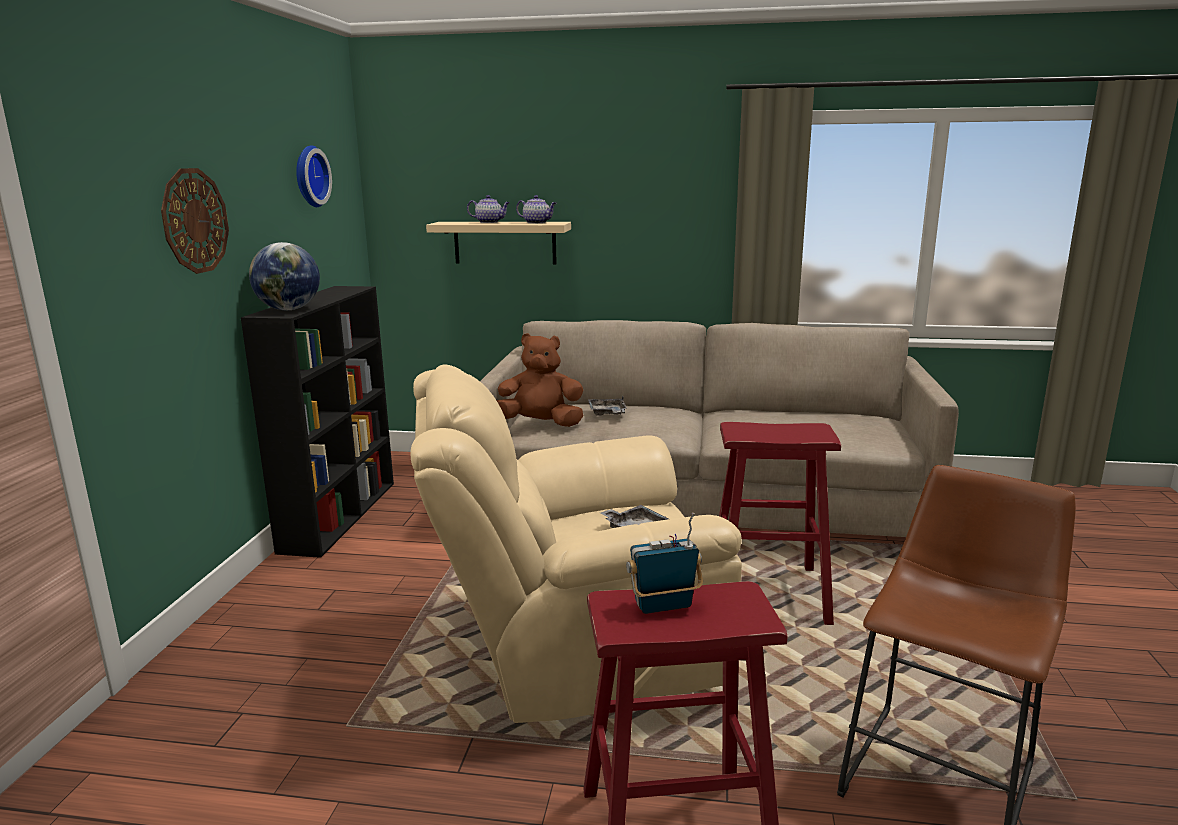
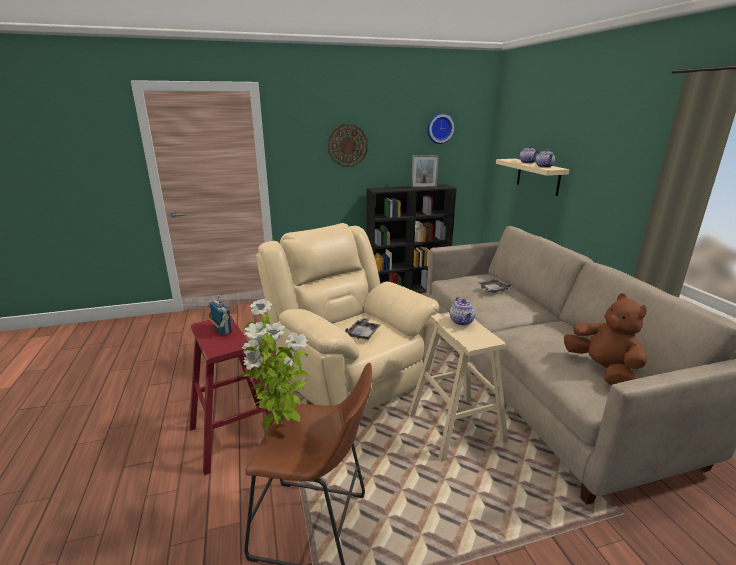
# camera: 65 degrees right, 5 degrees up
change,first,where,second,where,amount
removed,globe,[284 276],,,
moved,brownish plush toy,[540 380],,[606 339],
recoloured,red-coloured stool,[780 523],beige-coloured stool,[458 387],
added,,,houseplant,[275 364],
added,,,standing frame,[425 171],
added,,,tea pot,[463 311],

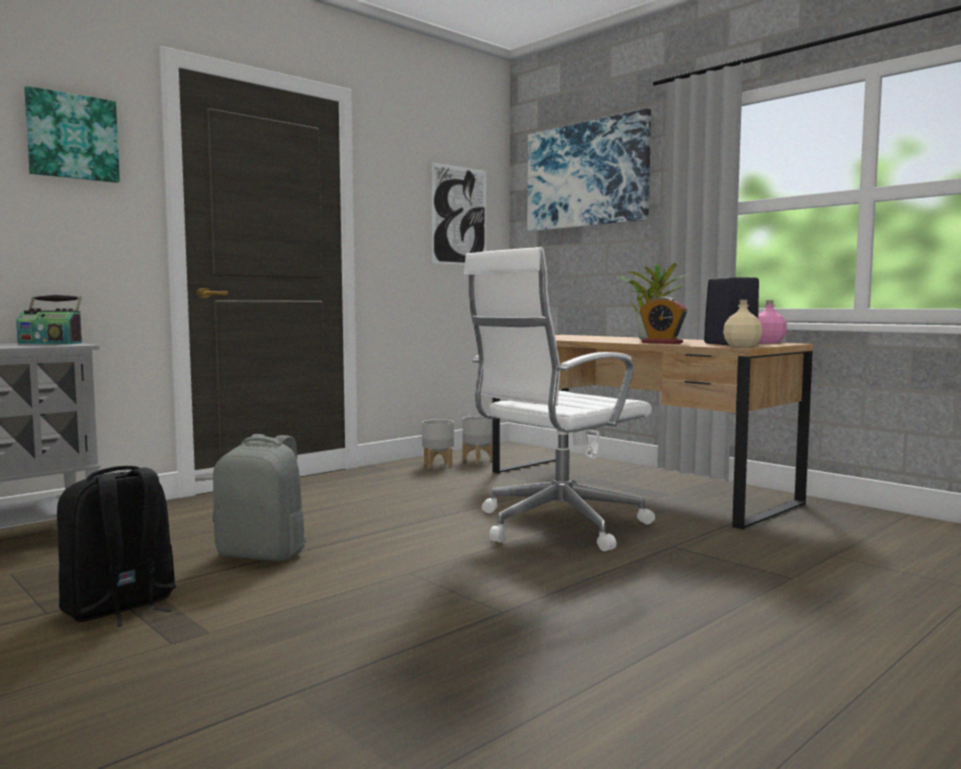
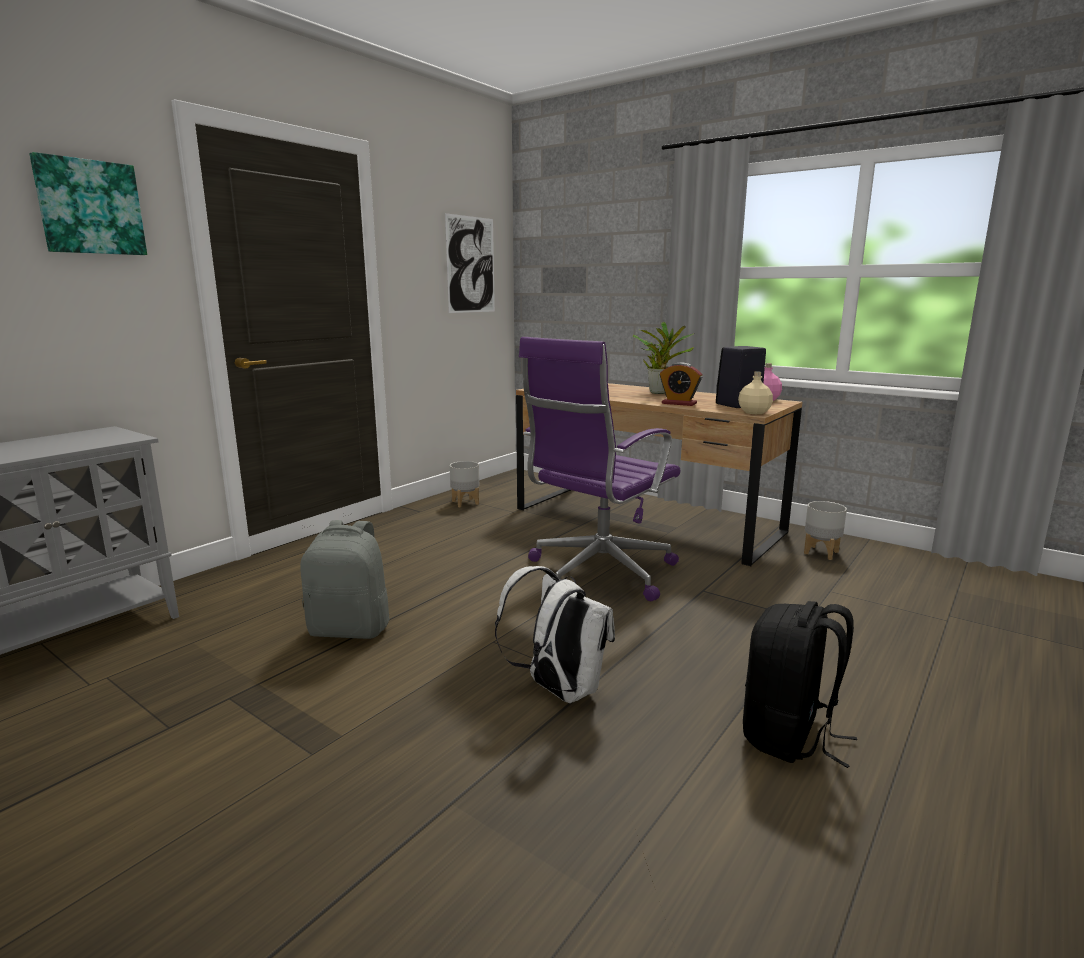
# camera: 10 degrees left, 10 degrees up
change,first,where,second,where,amount
removed,radio set,[49 319],,,
moved,black knapsack,[116 546],,[800 684],
moved,gray planter,[477 440],,[825 530],
recoloured,white-coloured office chair,[559 399],purple-coloured office chair,[600 469],
removed,picture,[589 169],,,
added,,,white-coloured knapsack,[555 634],

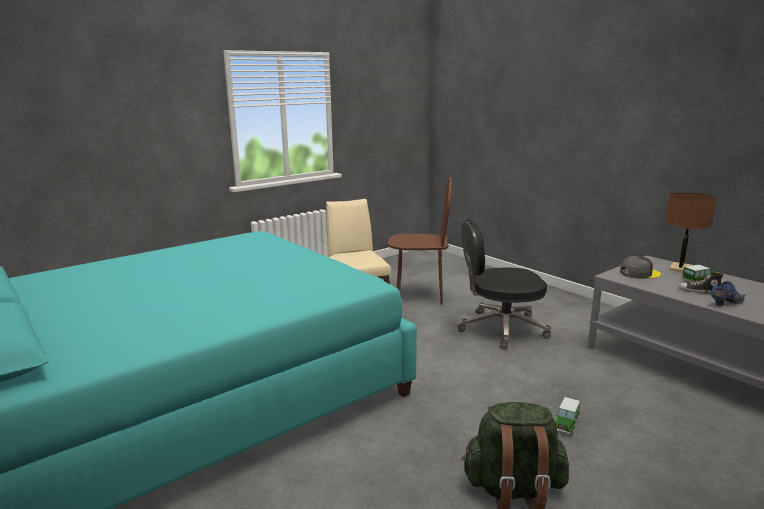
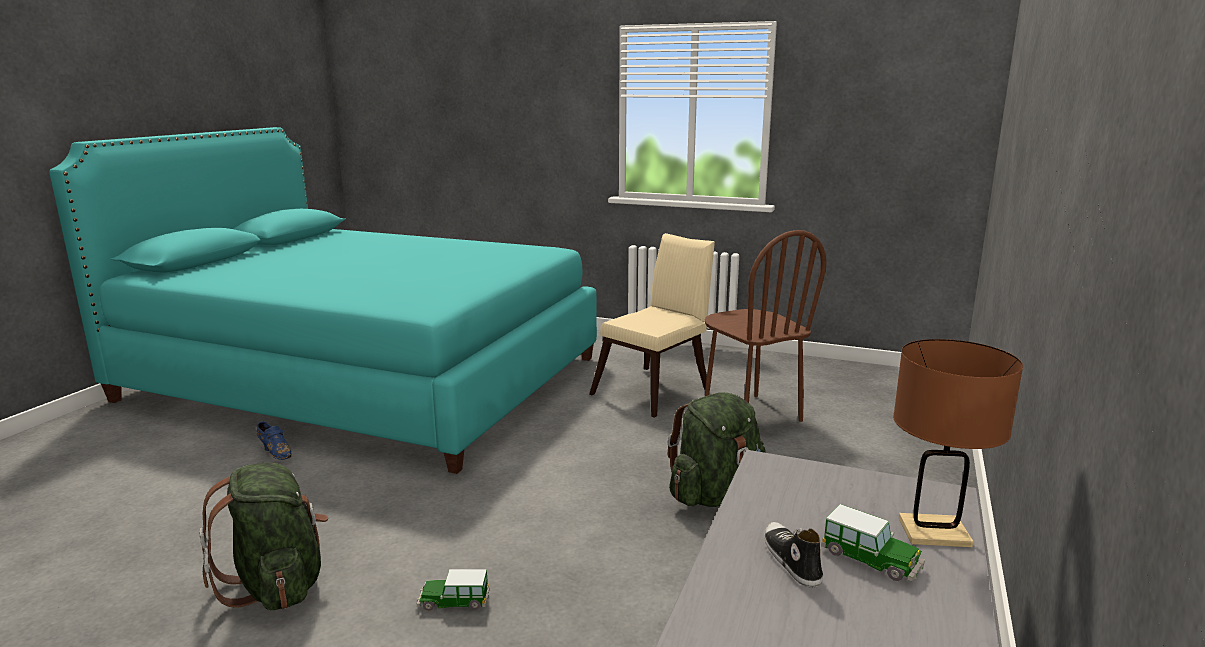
# camera: 60 degrees right, 0 degrees up
change,first,where,second,where,amount
replaced,black office chair,[504 284],green-coloured knapsack,[716 449],
removed,gray peaked cap,[640 267],,,
moved,bluish low shoe,[728 293],,[274 440],

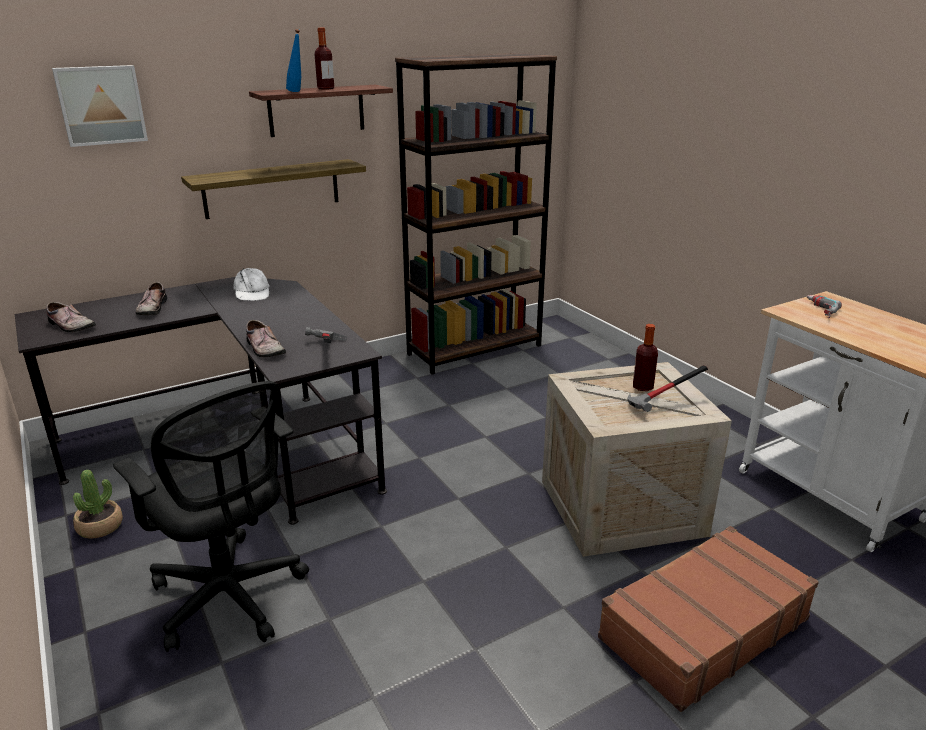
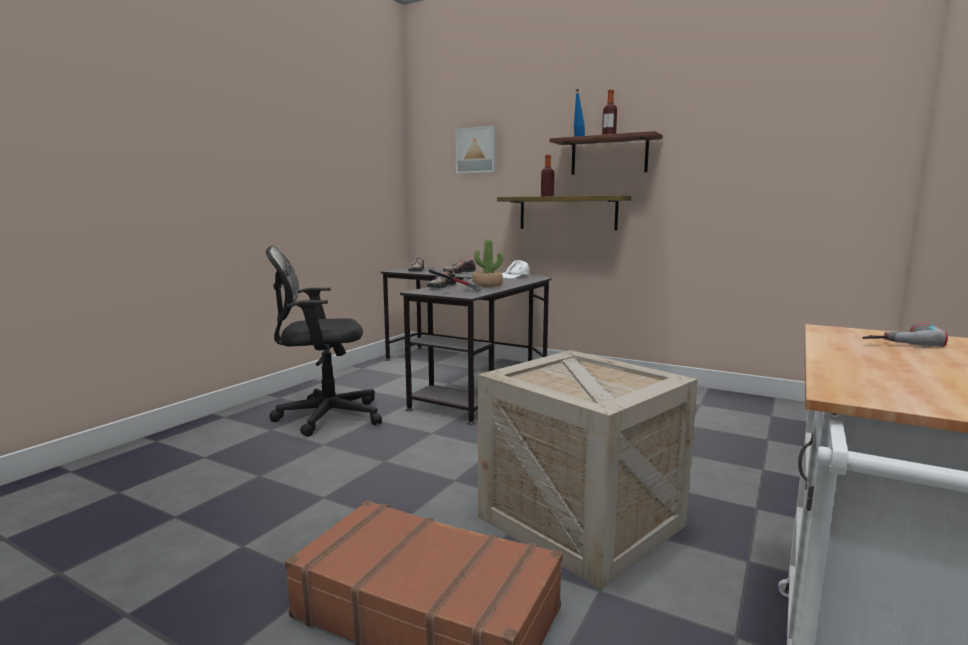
# camera: 60 degrees right, 15 degrees down
change,first,where,second,where,amount
moved,houseplant,[98 504],,[487 263],
turned,black office chair,[211 516],,[324 341],60 degrees clockwise
removed,brownish shelving unit,[476 213],,,
removed,tool hammer,[668 388],,,
moved,beverage bottle,[645 357],,[547 175],

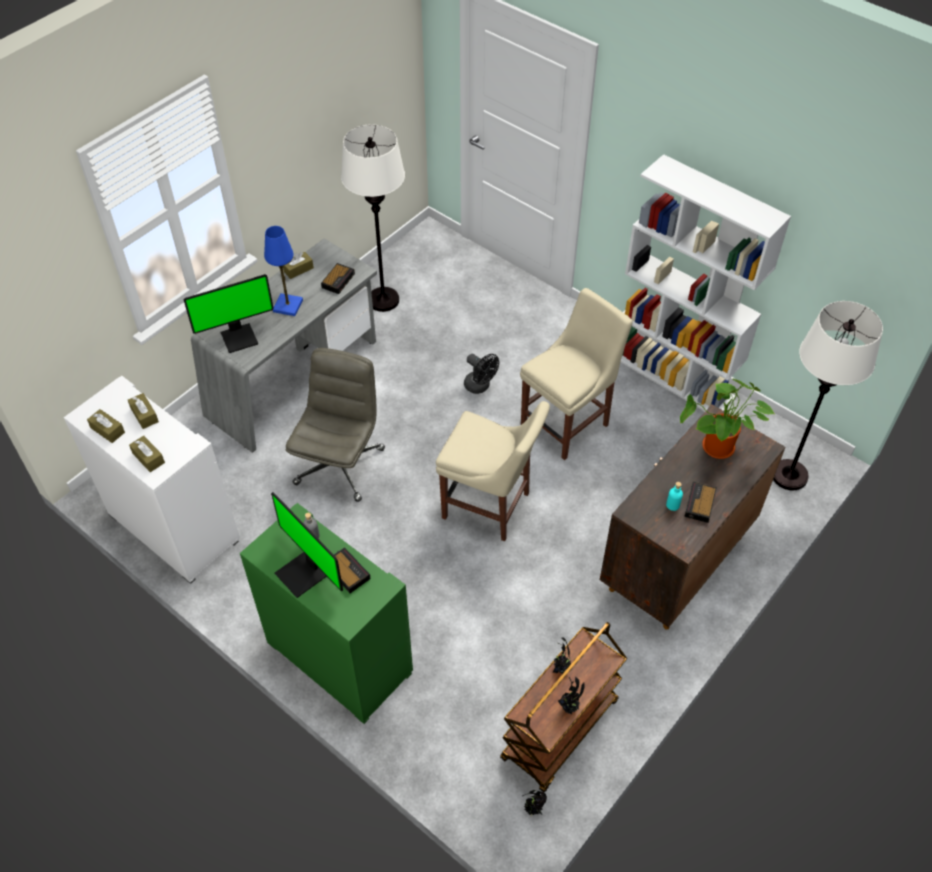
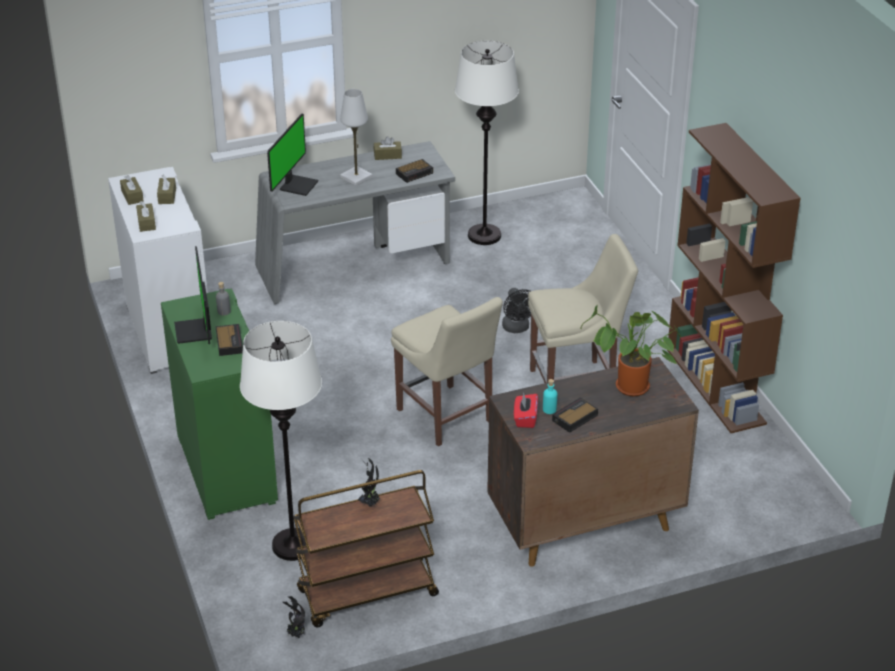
# camera: 30 degrees right, 15 degrees down
change,first,where,second,where,amount
turned,monitor,[229 313],,[293 155],75 degrees counterclockwise
recoloured,bluish tabletop lamp,[283 271],white-coloured tabletop lamp,[356 137],
removed,gray office chair,[335 425],,,
removed,houseplant,[571 695],,,
recoloured,white-coloured shelving unit,[706 282],brownish shelving unit,[734 278],
moved,white-coloured floor lamp,[828 395],,[281 441],
added,,,red-coloured box of tissues,[526 410],

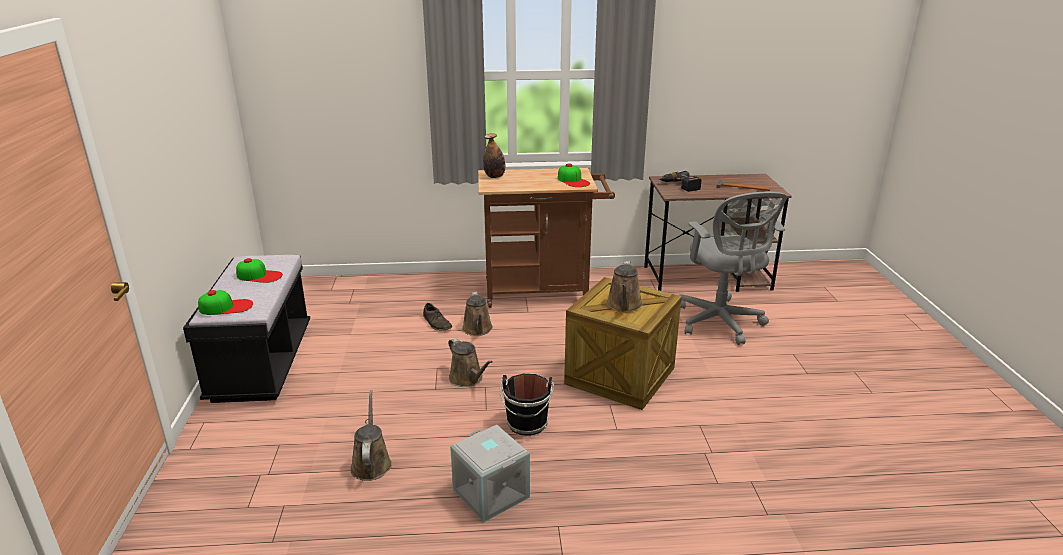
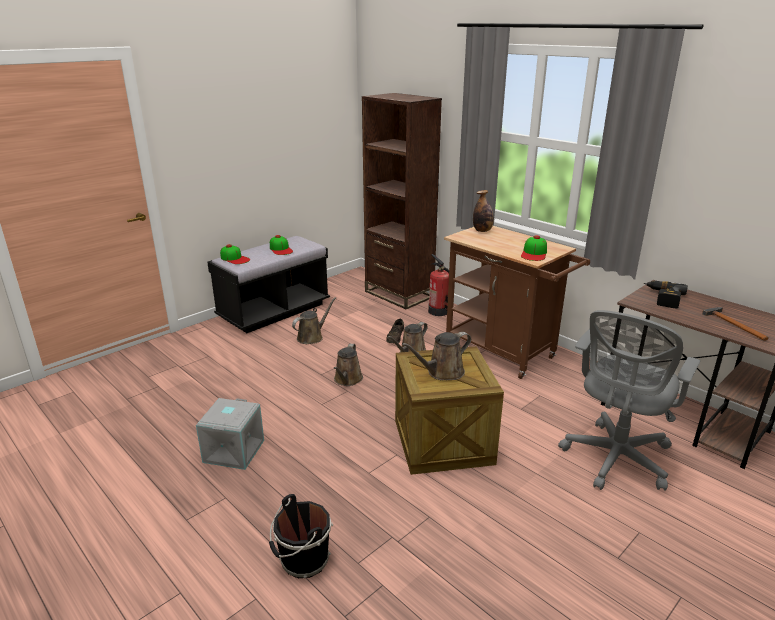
# camera: 50 degrees right, 0 degrees up
change,first,where,second,where,amount
moved,brownish sprinkling can,[371 435],,[314 320],
moved,black water bucket,[527 405],,[301 536],
added,,,brownish shelving unit,[402 201],
added,,,extinguisher,[438 285],

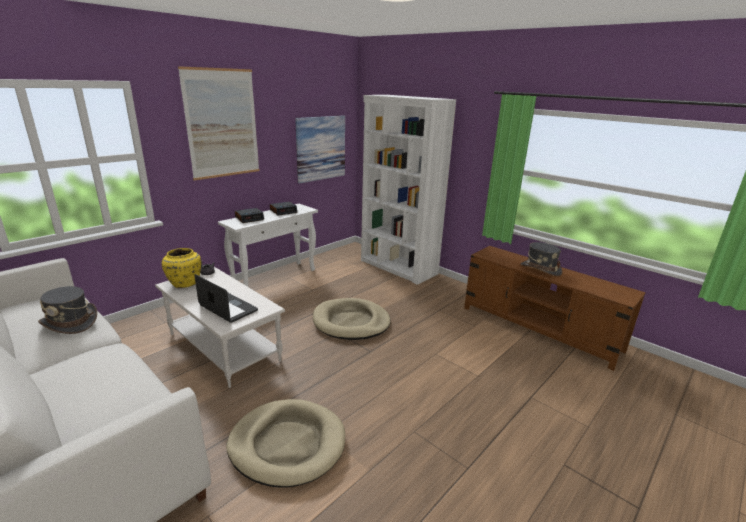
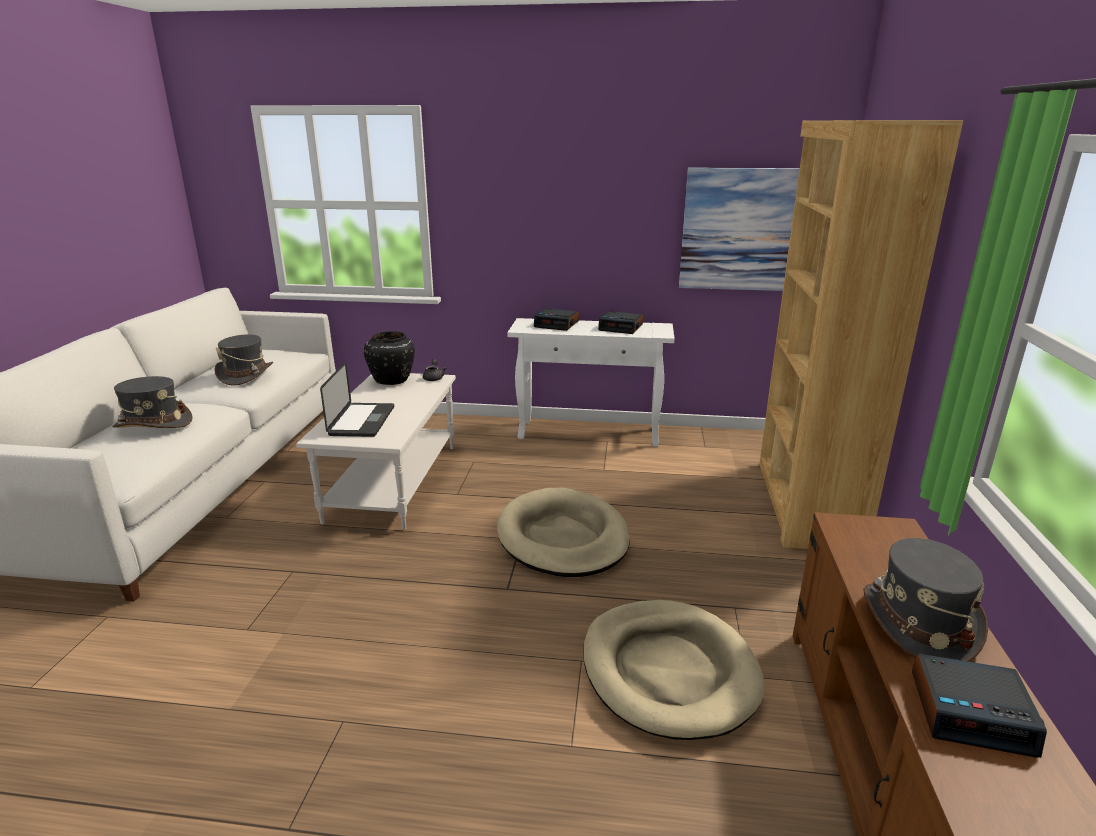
# camera: 55 degrees right, 0 degrees up
change,first,where,second,where,amount
recoloured,yellow-coloured flower vase,[181 268],black flower vase,[389 358],
removed,picture,[218 123],,,
moved,beige-coloured dog bed,[285 443],,[674 670],
recoloured,white-coloured shelving unit,[408 190],brownish shelving unit,[861 334],
added,,,gray clothing hat,[152 402],
added,,,bedside clock,[979 705],

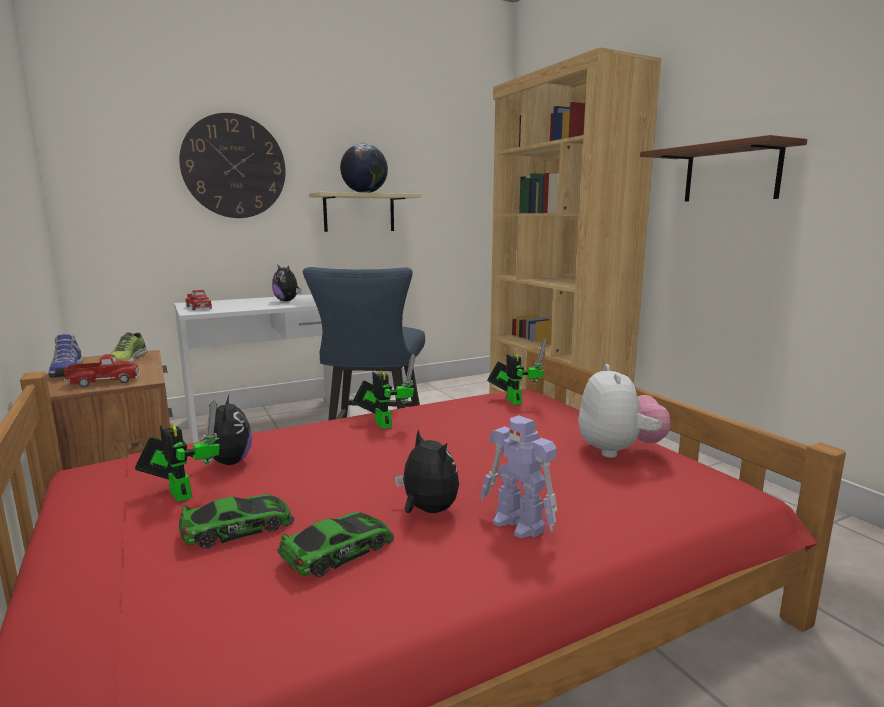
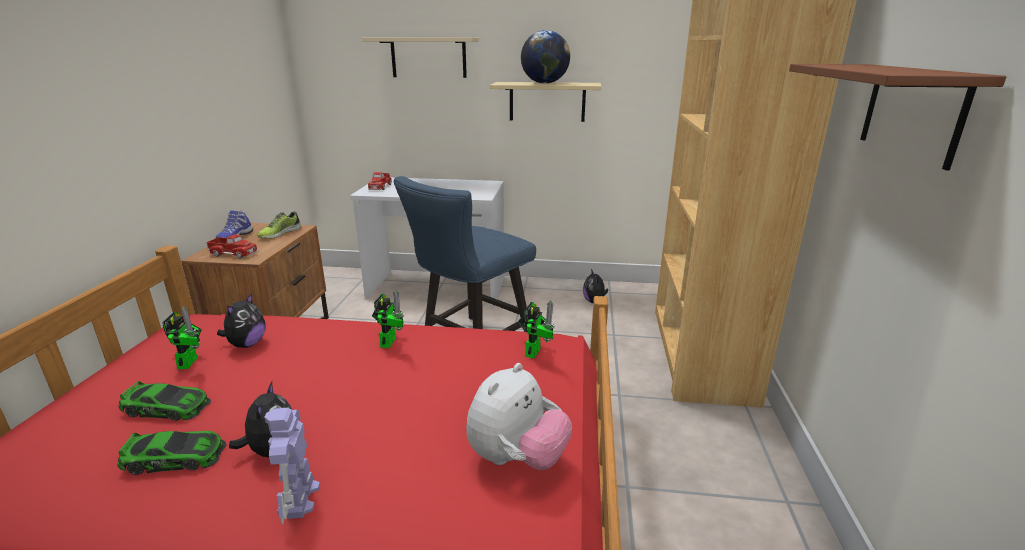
# camera: 35 degrees right, 10 degrees up
change,first,where,second,where,amount
replaced,hanging clock,[232 165],beige-coloured wall shelf,[420 57],
moved,plush toy,[287 282],,[595 286],

